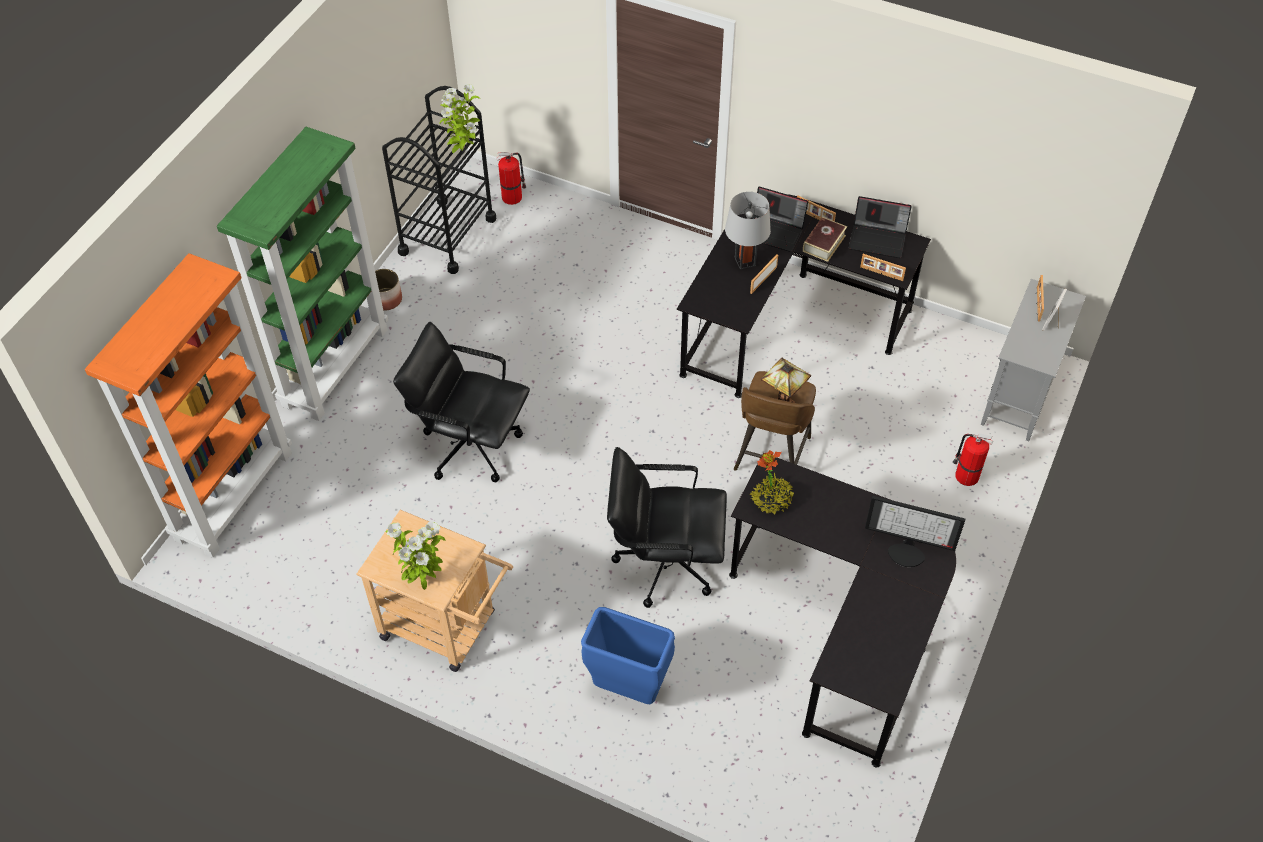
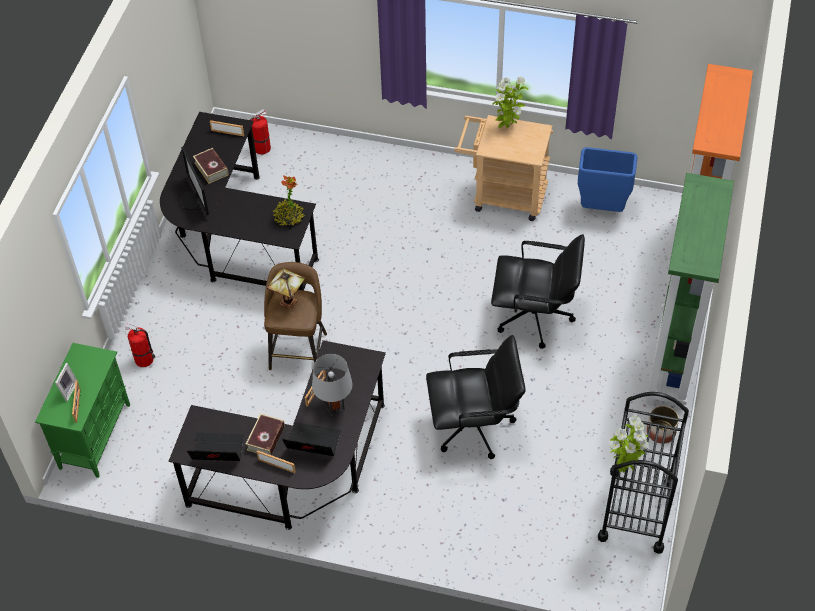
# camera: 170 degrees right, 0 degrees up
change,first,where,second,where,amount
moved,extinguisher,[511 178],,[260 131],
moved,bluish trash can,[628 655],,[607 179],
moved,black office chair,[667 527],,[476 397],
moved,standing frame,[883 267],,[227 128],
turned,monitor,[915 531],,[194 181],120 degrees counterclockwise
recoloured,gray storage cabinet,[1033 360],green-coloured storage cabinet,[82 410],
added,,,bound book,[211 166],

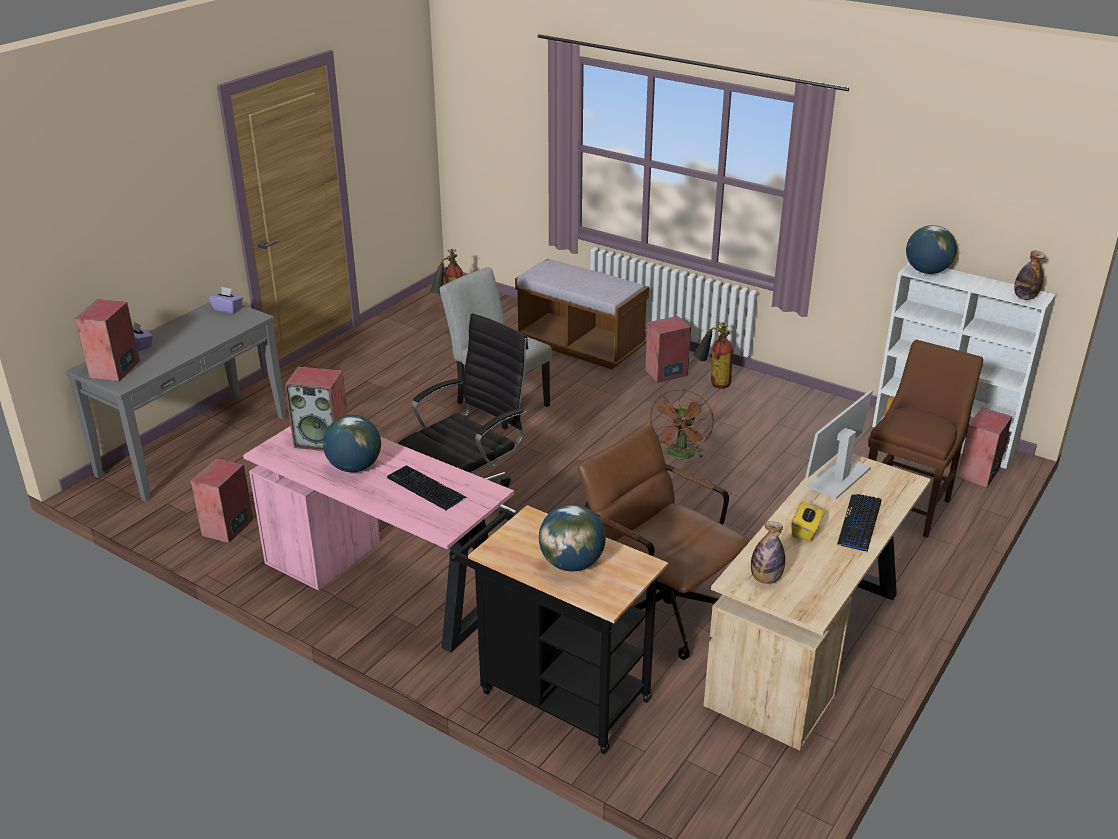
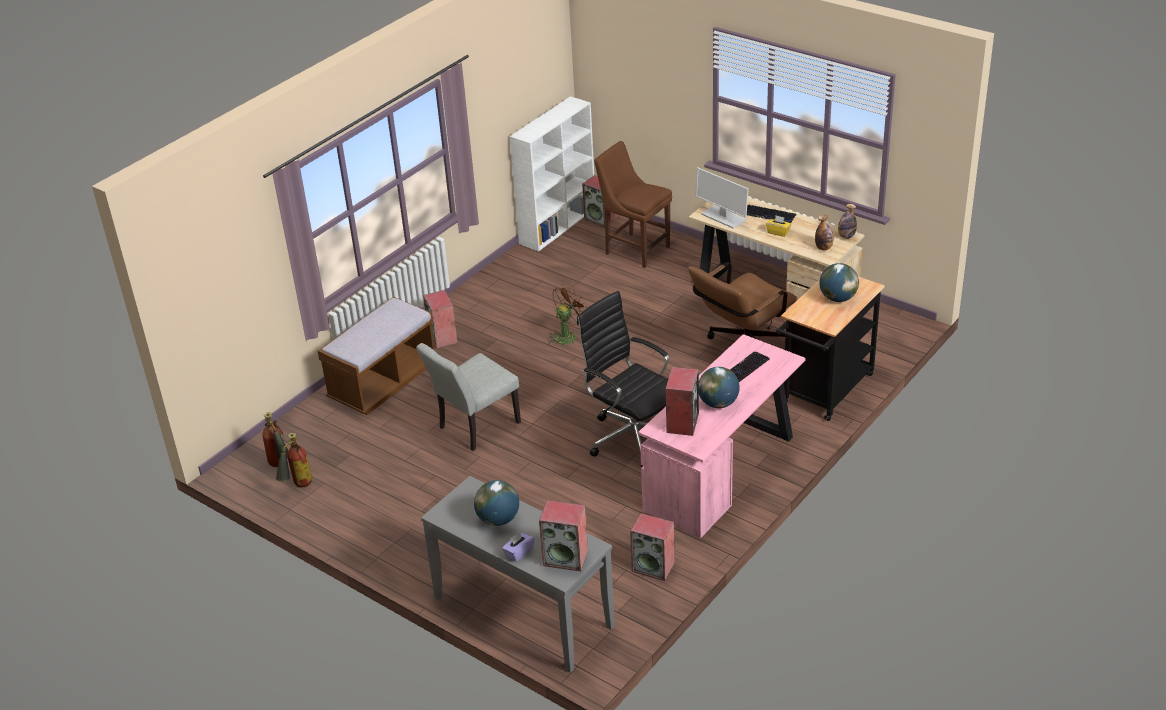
# camera: 85 degrees left, 5 degrees up
change,first,where,second,where,amount
removed,purple-coloured box of tissues,[226 300],,,
turned,brownish fan,[682 424],,[568 314],60 degrees counterclockwise
moved,extinguisher,[713 355],,[294 460],
moved,globe,[931 249],,[496 503],
moved,beverage bottle,[1029 275],,[847 221],

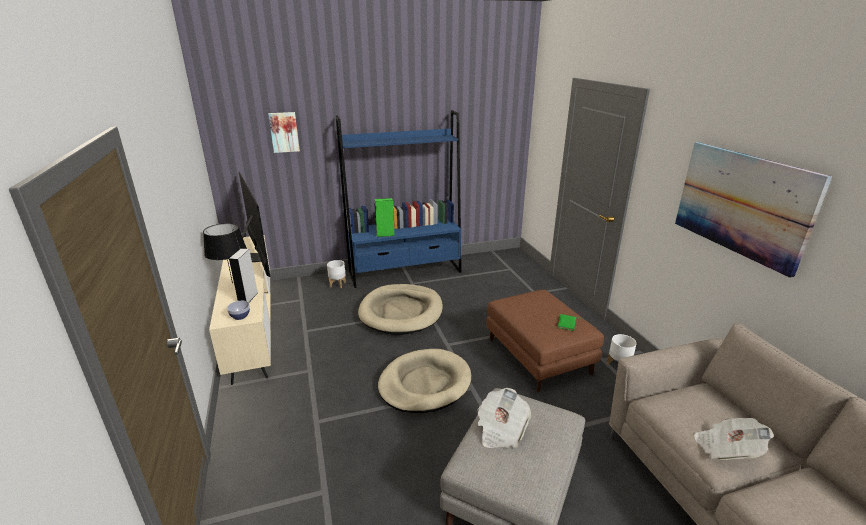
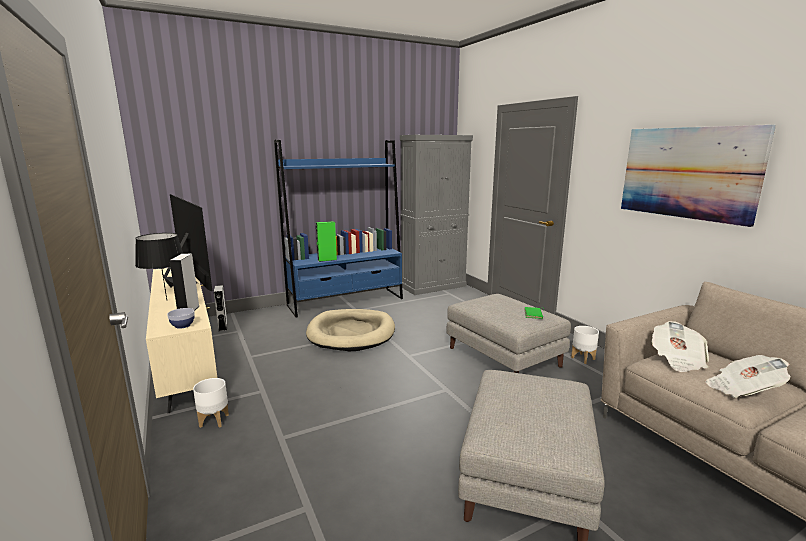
# camera: 10 degrees left, 10 degrees down
change,first,where,second,where,amount
removed,picture,[284 132],,,
moved,white-coloured planter,[336 274],,[211 403],
removed,beige-coloured dog bed,[424 381],,,
moved,newspaper,[504 418],,[680 346],
recoloured,brownish footrest,[545 341],gray footrest,[509 333],
added,,,gray speaker,[221 308],
added,,,gray storage cabinet,[436 215],

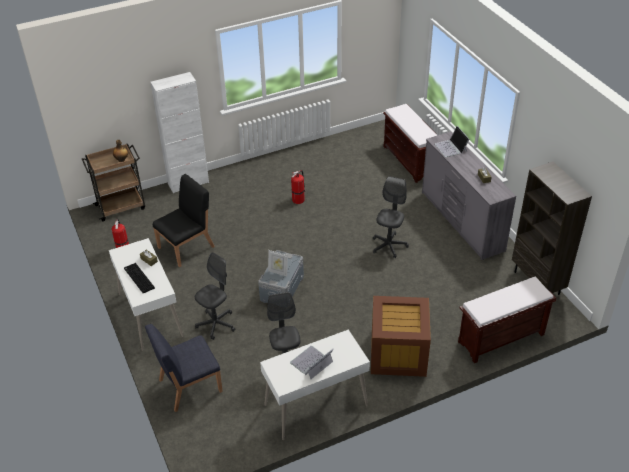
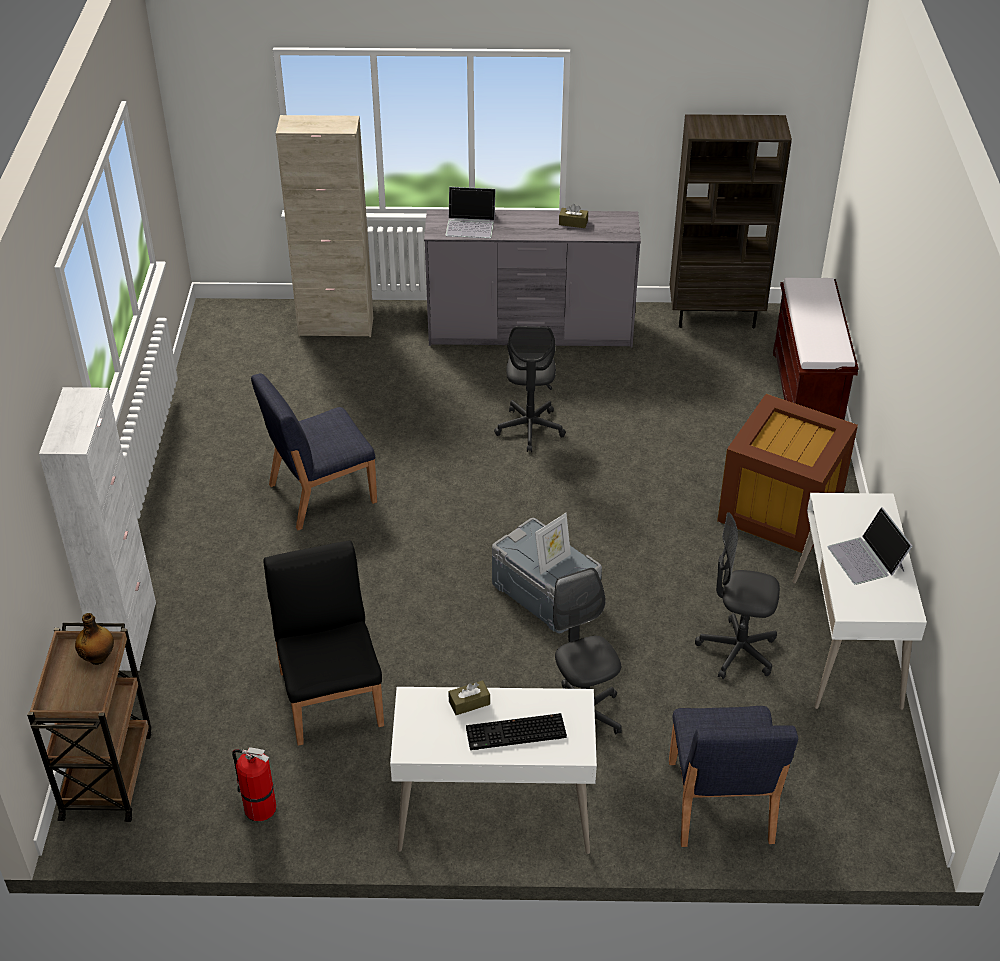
# camera: 65 degrees left, 0 degrees up
change,first,where,second,where,amount
replaced,extinguisher,[298 187],bluish chair,[314 451],
turned,gray office chair,[391 217],,[530 389],135 degrees counterclockwise
replaced,brownish bench,[410 143],beige-coloured storage cabinet,[324 226],

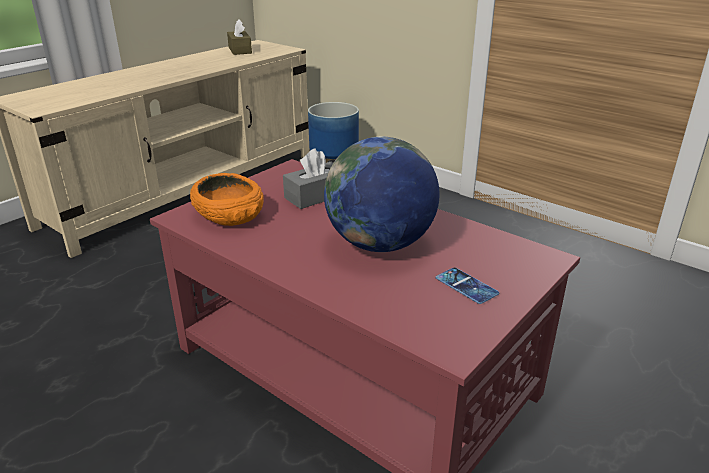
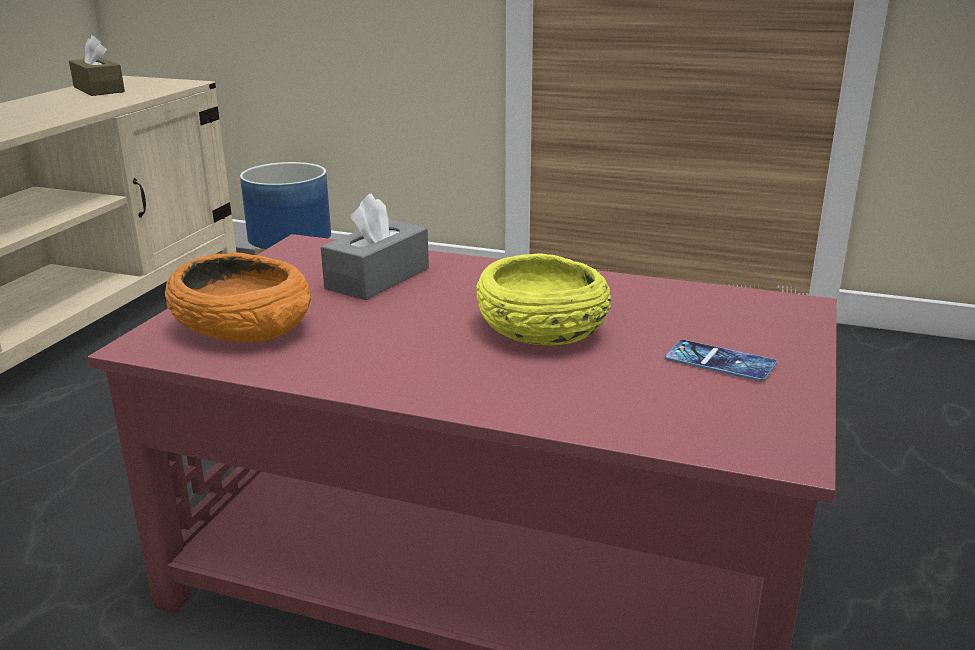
# camera: 20 degrees left, 5 degrees down
change,first,where,second,where,amount
replaced,globe,[382 194],yellow-coloured deep dish,[543 299],

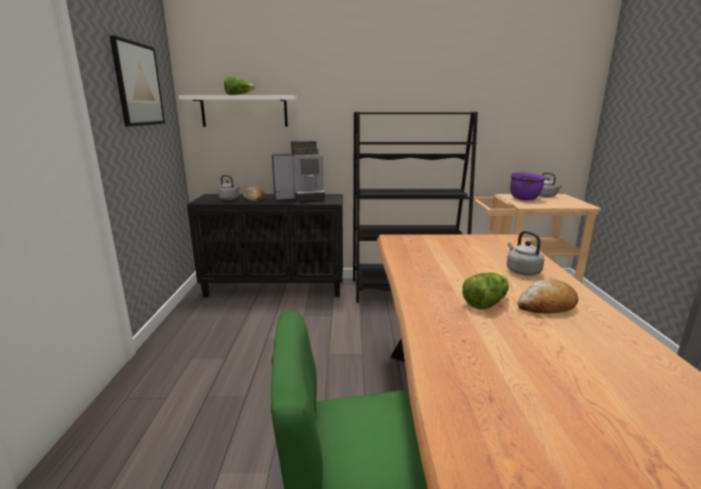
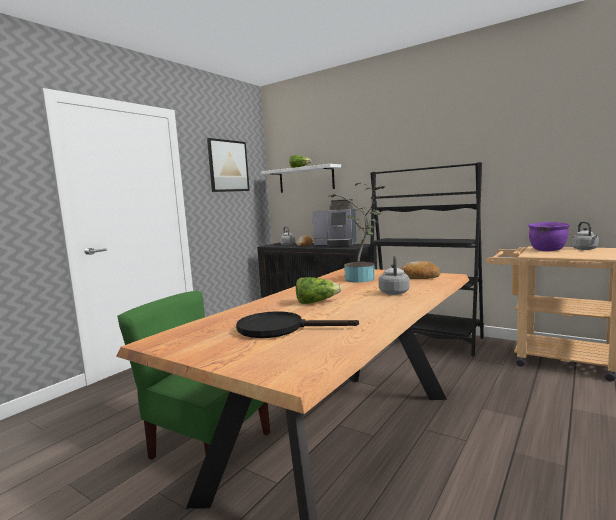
# camera: 35 degrees right, 10 degrees down
change,first,where,second,where,amount
moved,baked bread,[547 296],,[420 270],
added,,,black skillet,[297 324],
added,,,houseplant,[356 232],

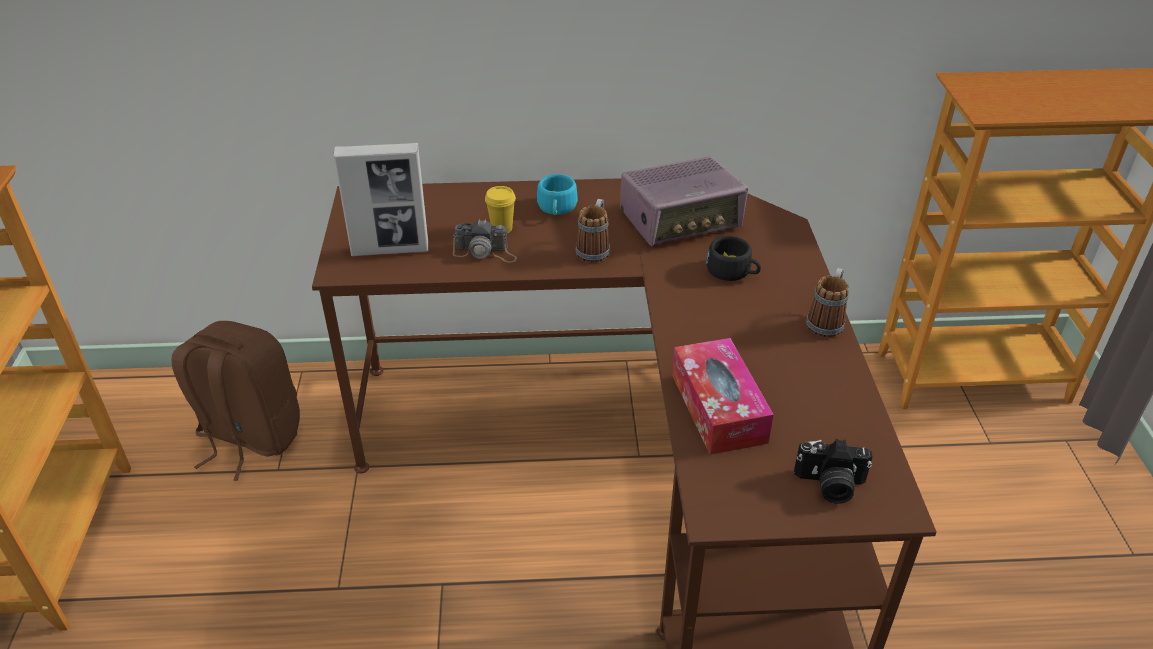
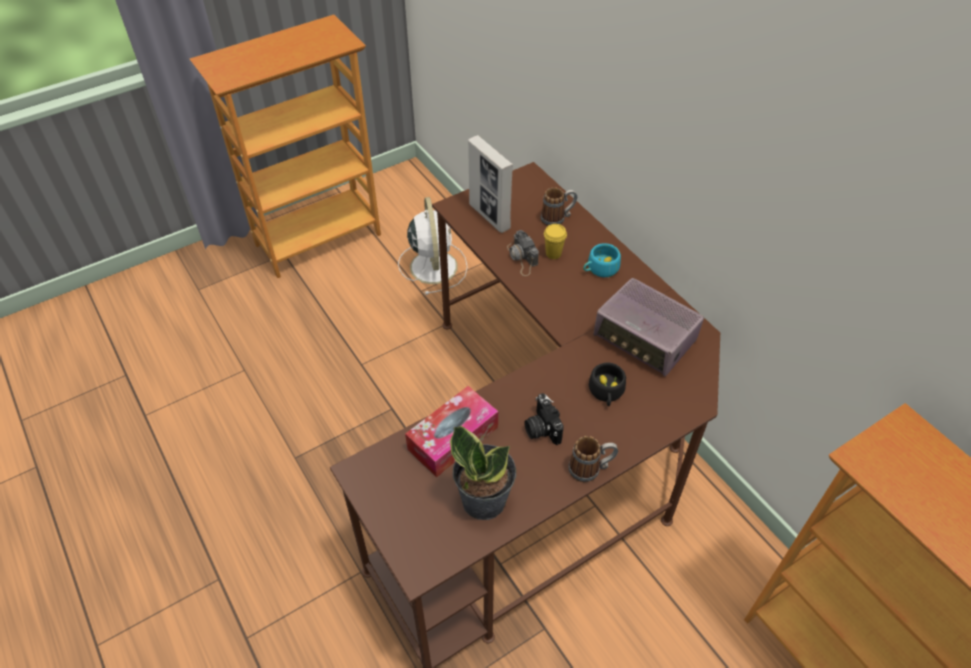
# camera: 60 degrees right, 10 degrees up
change,first,where,second,where,amount
replaced,brownish knapsack,[235 401],white-coloured fan,[433 246],
moved,coffee mug,[593 231],,[558 206],
moved,photo camera,[833 471],,[544 419],
added,,,houseplant,[483 473],

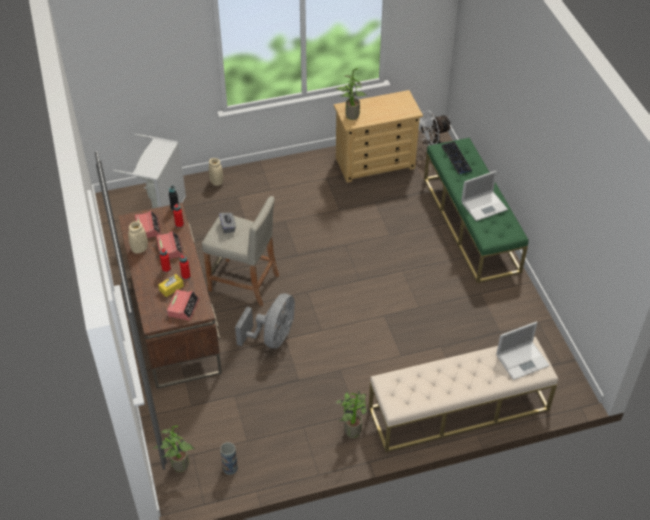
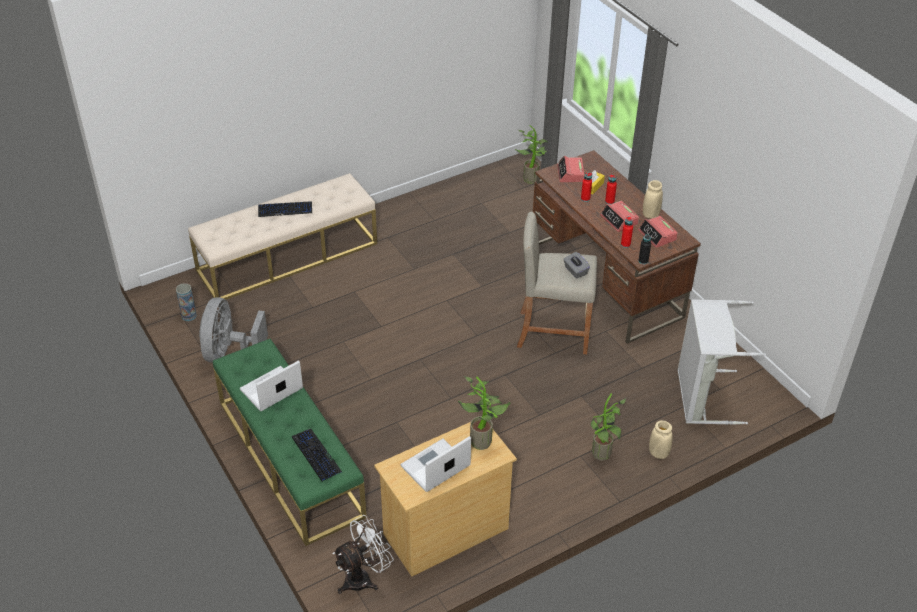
# camera: 165 degrees right, 5 degrees down
change,first,where,second,where,amount
moved,flower vase,[229 458],,[186 302],
moved,gray fan,[265 321],,[233 330],
moved,houseplant,[351 414],,[608 427],
moved,laptop,[523 351],,[435 464],
added,,,PC keyboard,[285 209],

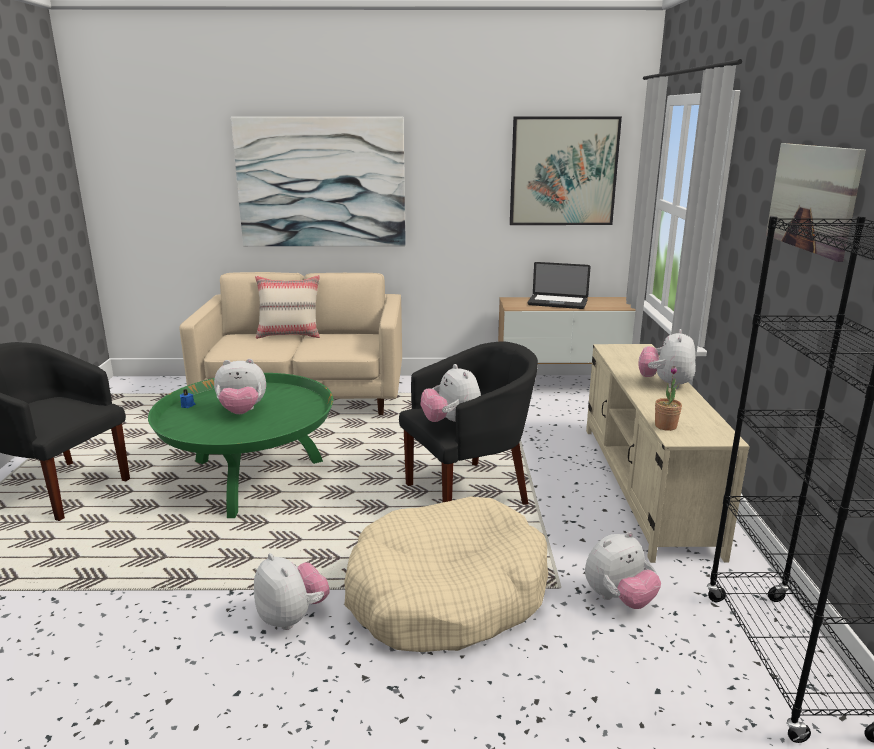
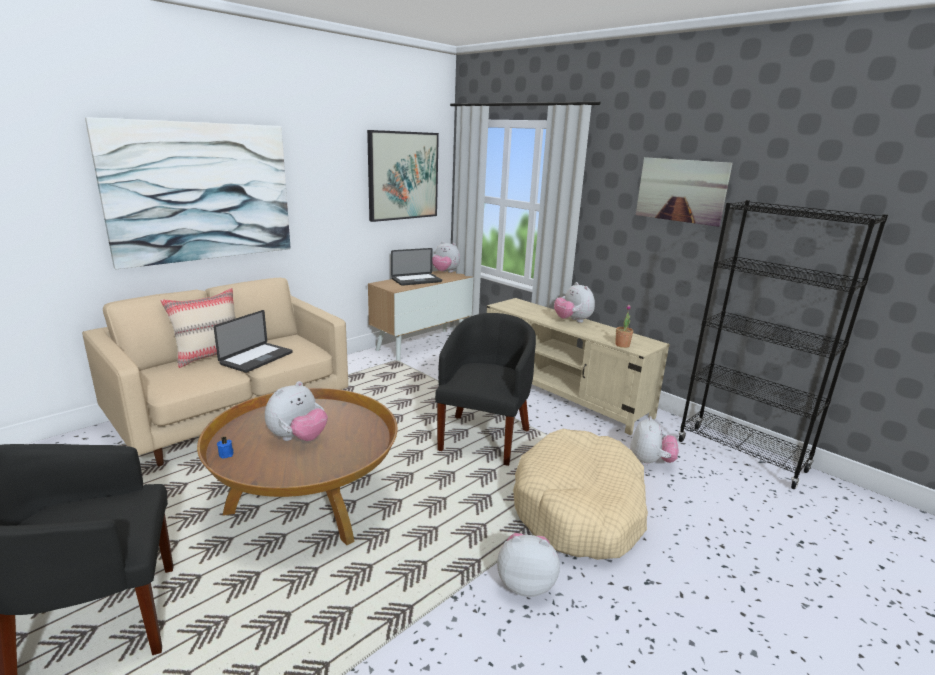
# camera: 45 degrees left, 0 degrees up
change,first,where,second,where,amount
recoloured,green-coloured lounge table,[240 445],brownish lounge table,[297 466],
moved,plush toy,[451 393],,[446 257],
added,,,laptop,[253 341],

